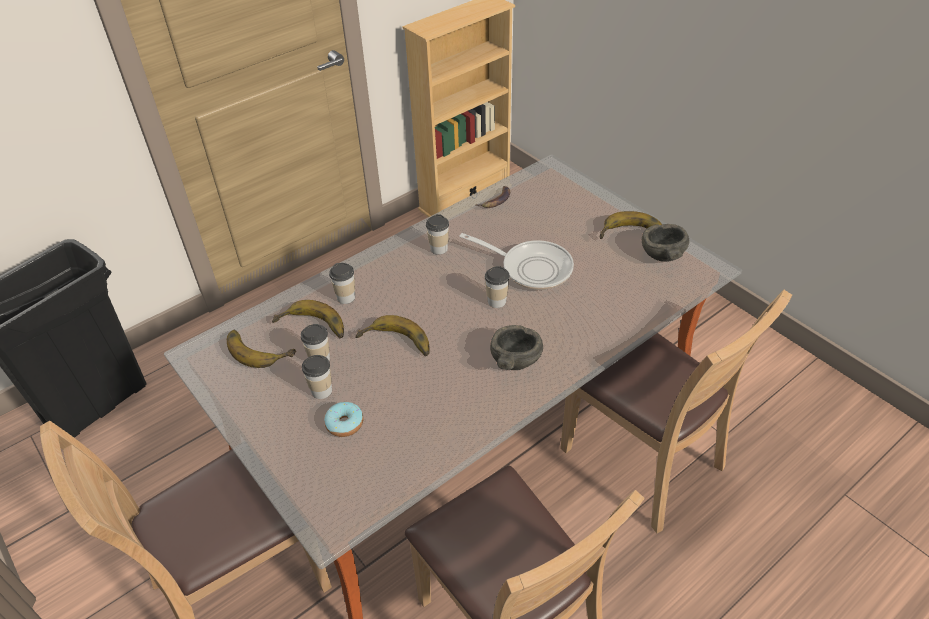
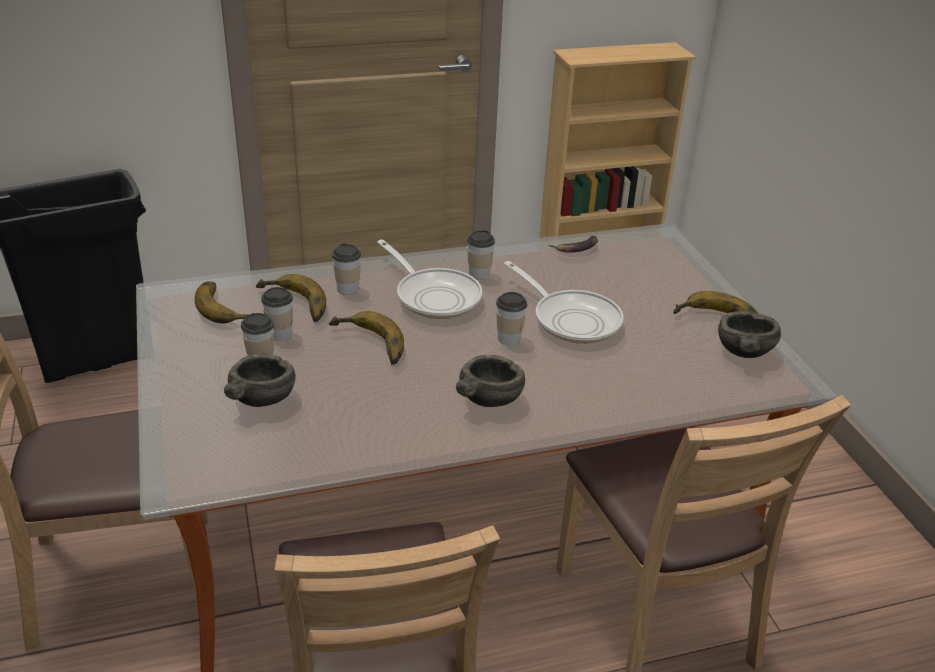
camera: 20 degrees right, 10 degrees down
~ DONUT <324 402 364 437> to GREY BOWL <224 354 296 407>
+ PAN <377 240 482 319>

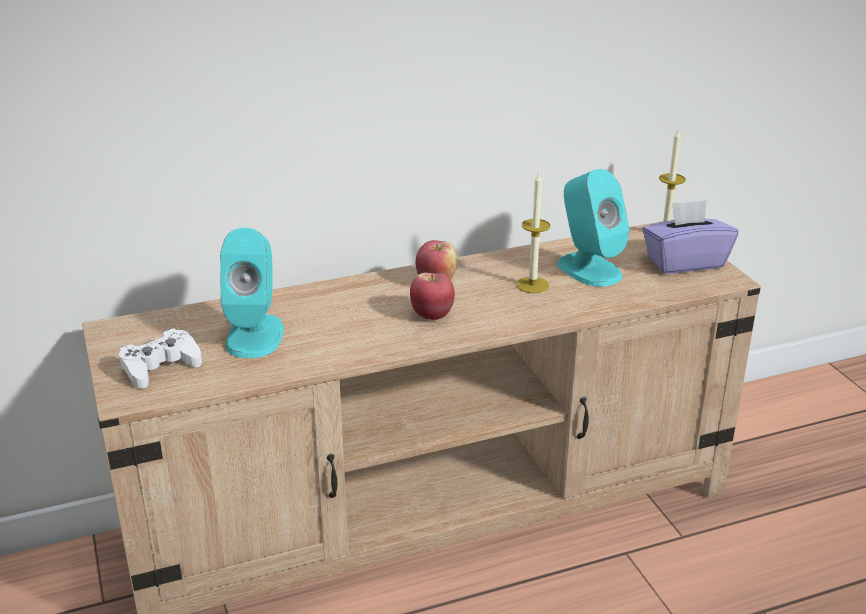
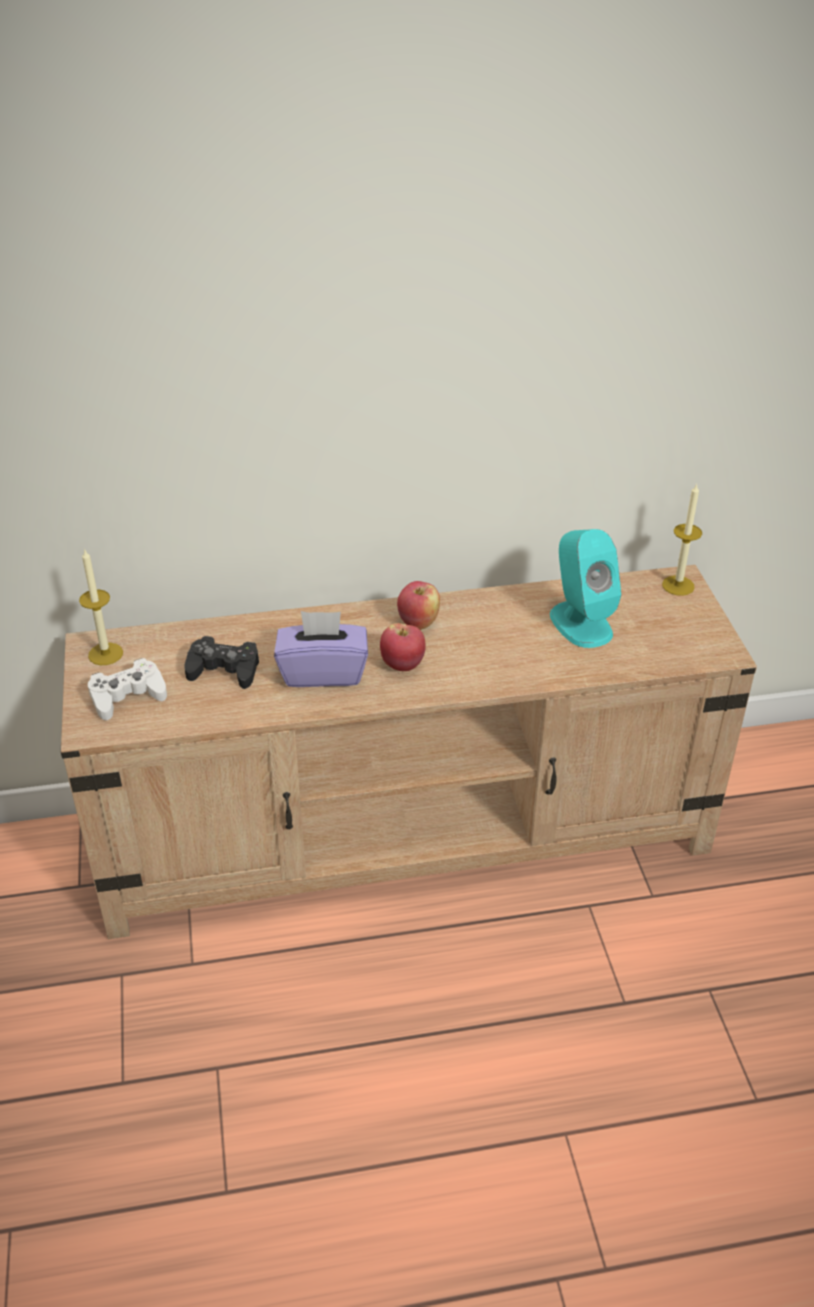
camera: 10 degrees right, 10 degrees up
~ WAX CANDLE <516 173 550 293> to <79 548 123 665>
~ PURPLISH TISSUE BOX <642 200 738 274> to <274 611 368 687>
~ TURQUOISE SPEAKER <220 228 284 358> to BLACKISH GAME CONTROLLER <184 636 259 689>

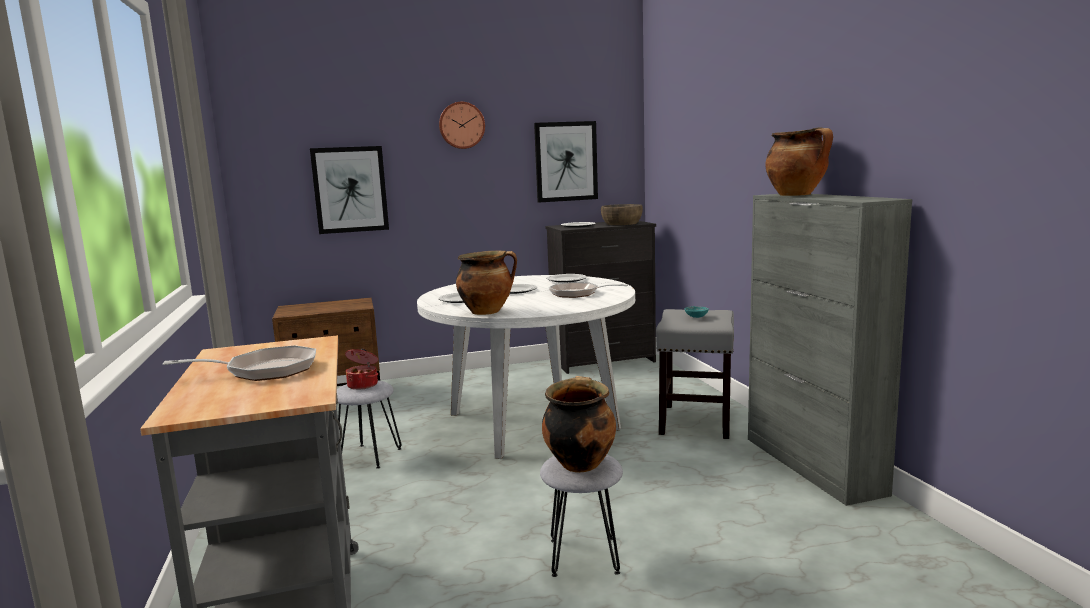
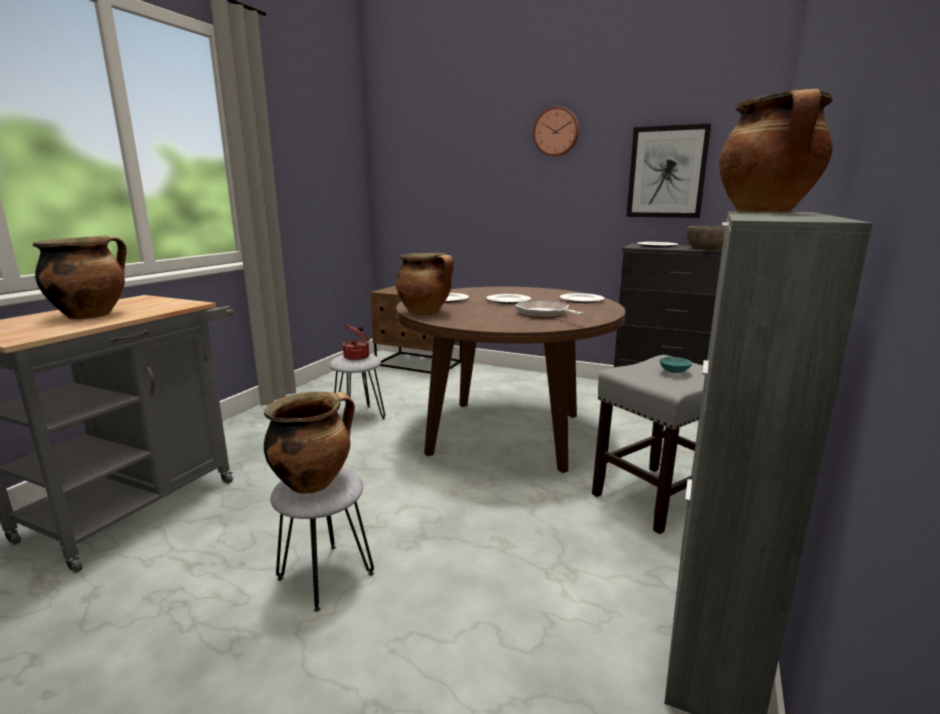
camera: 40 degrees right, 5 degrees up
- WALL ART <310 146 389 234>
~ WHITE DINNER TABLE <417 275 635 459> to BROWNISH DINNER TABLE <396 287 625 473>
~ PAN <163 345 316 381> to STOCKPOT <33 236 127 319>

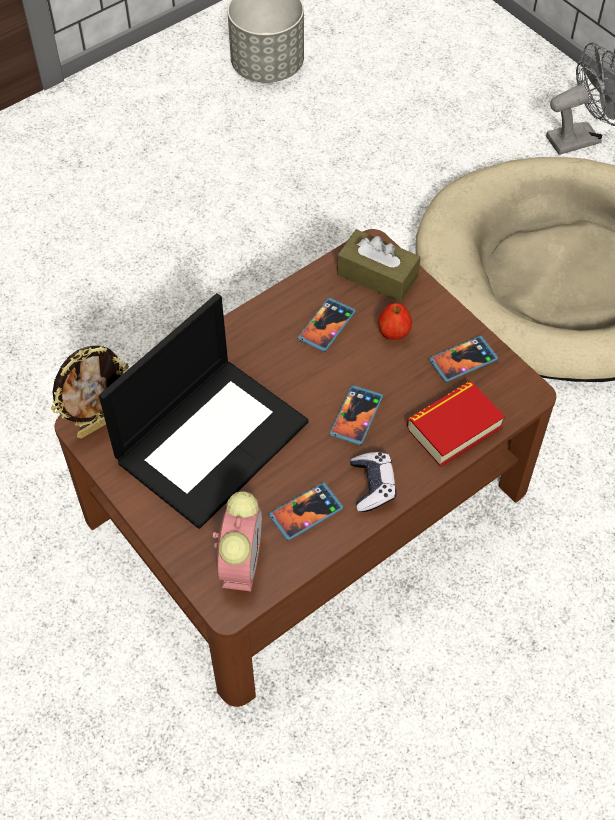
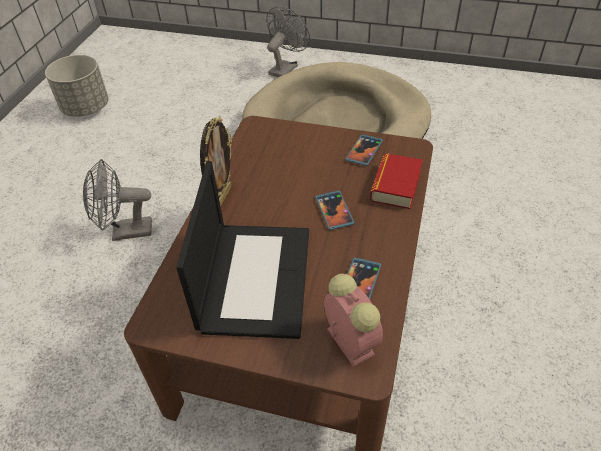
camera: 35 degrees left, 10 degrees down
- BROWNISH TISSUE BOX <337 229 421 302>
- HANDSET <298 298 356 352>
- APPLE FRUIT <378 303 412 340>
~ PICTURE FRAME <51 346 129 438> to <200 116 232 207>
- GAME CONTROLLER <350 452 397 512>
+ GREY FAN <83 159 152 241>

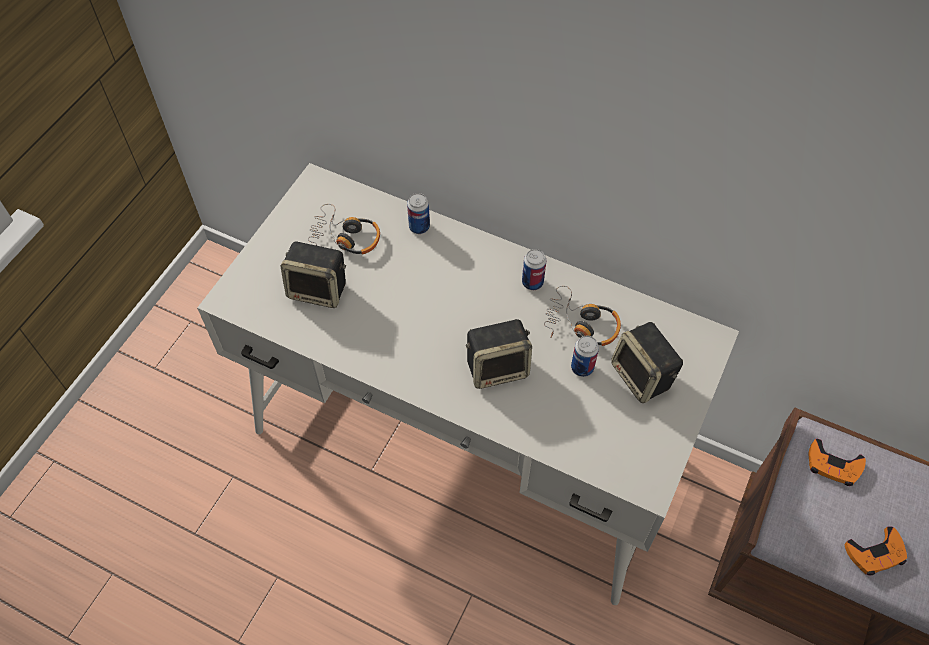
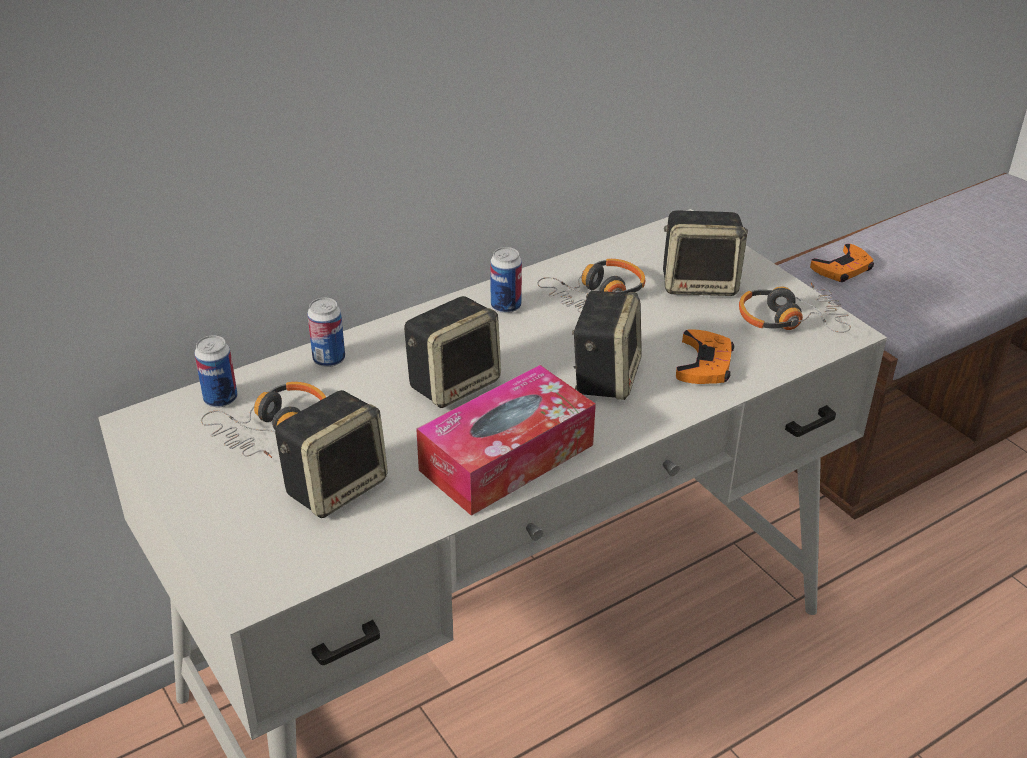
camera: 60 degrees left, 20 degrees down
~ SEALED CAN <571 336 599 377> to <194 335 238 407>
~ ORANGE GAME CONTROLLER <845 526 907 575> to <676 329 734 384>
+ HEADSET <739 282 851 333>
+ SPEAKER <404 296 501 408>
+ TISSUE BOX <416 365 596 516>

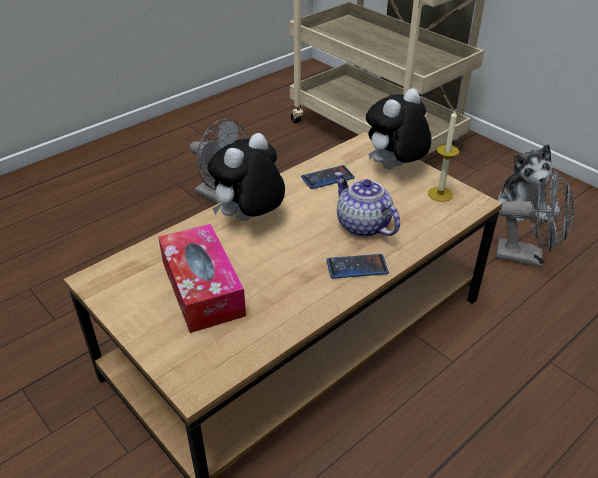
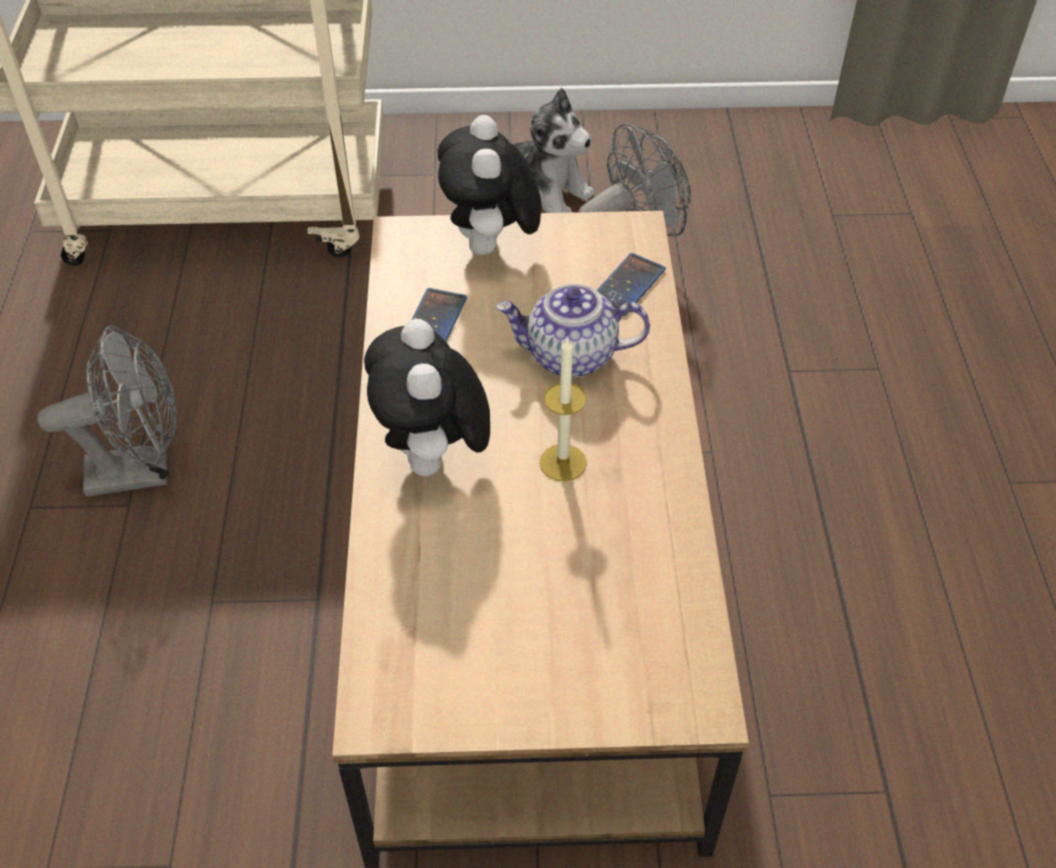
camera: 50 degrees left, 10 degrees up
~ WAX CANDLE <428 110 460 202> to <539 337 587 481>
- TISSUE BOX <158 224 246 333>
~ HANDSET <327 254 389 279> to <597 253 666 316>

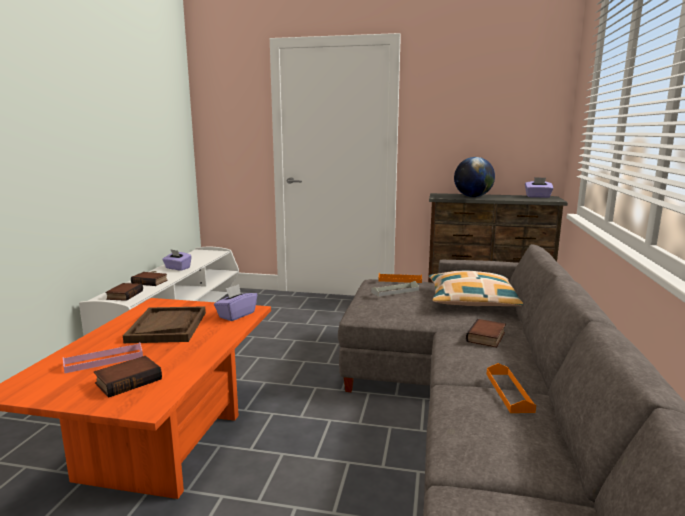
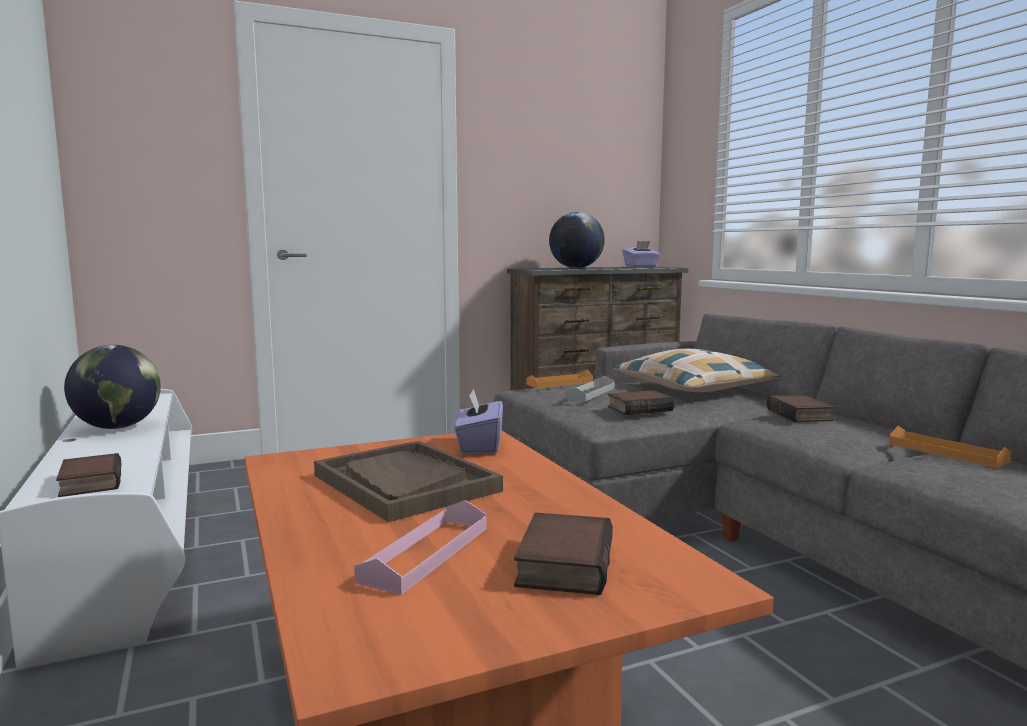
camera: 35 degrees left, 5 degrees down
~ PURPLISH TISSUE BOX <162 249 192 271> to GLOBE <64 345 161 429>
~ BOUND BOOK <131 272 168 286> to <607 390 674 415>

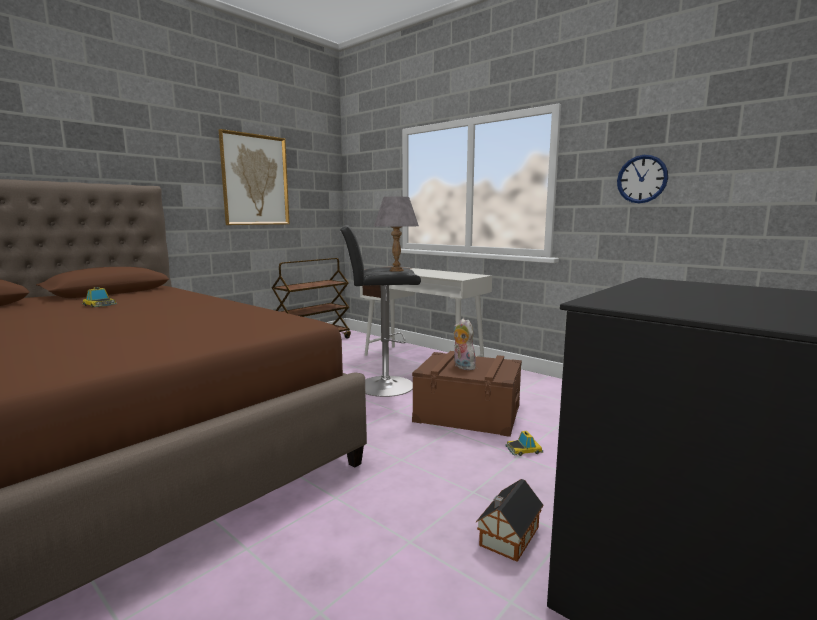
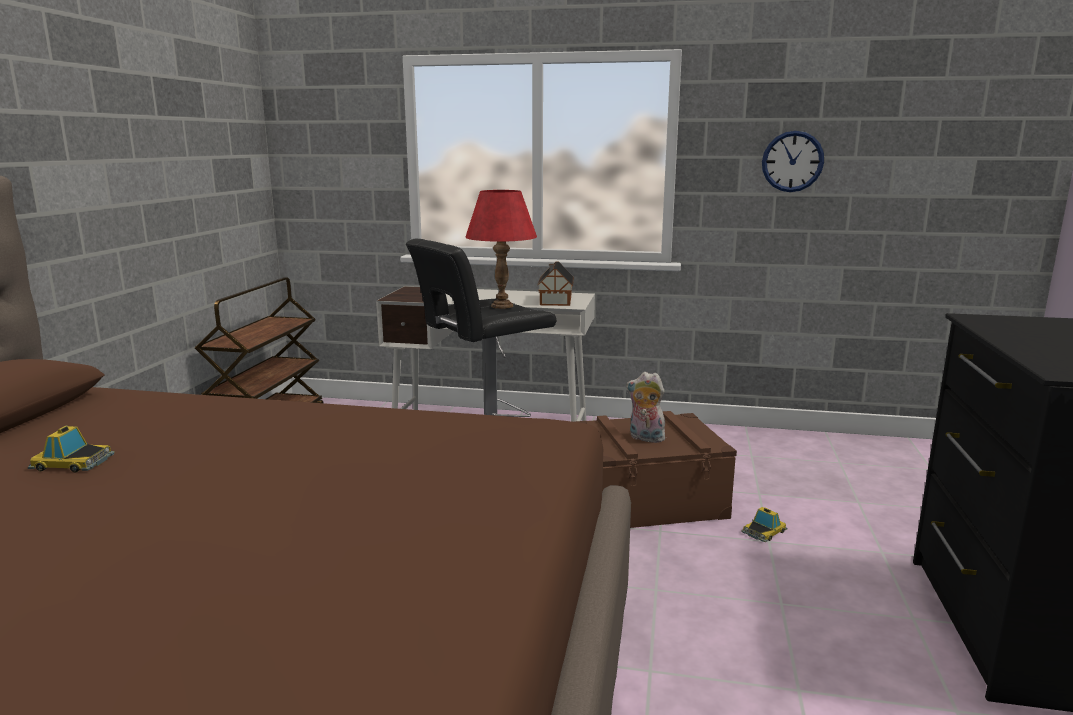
camera: 30 degrees left, 5 degrees up
- WALL ART <219 129 290 225>
~ GREY TABLE LAMP <374 197 419 272> to RED-COLOURED TABLE LAMP <466 190 537 309>
~ MINIATURE HOUSE <476 479 544 562> to <537 261 574 306>

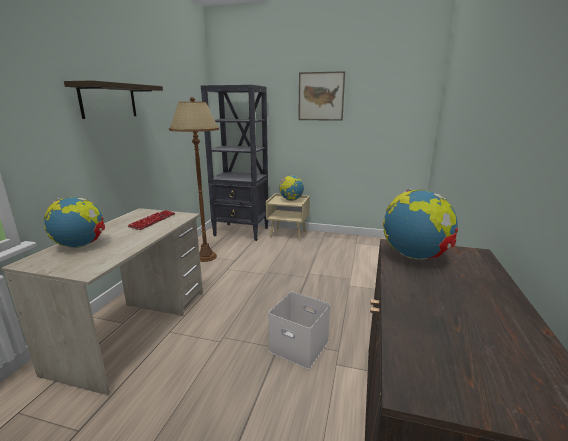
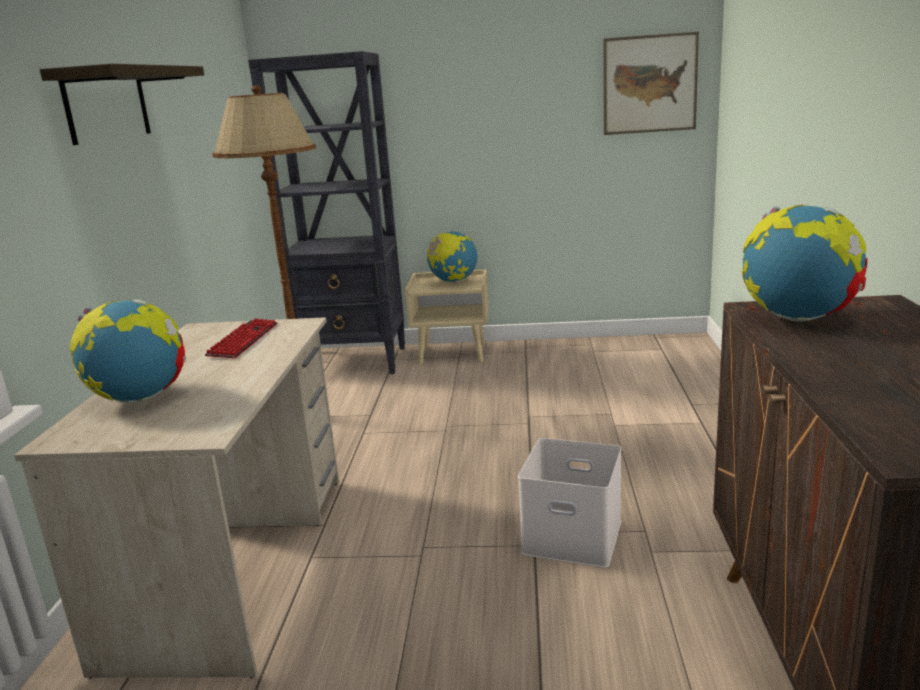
camera: 10 degrees left, 0 degrees up
~ WALL ART <298 71 345 121> to <603 32 699 135>

